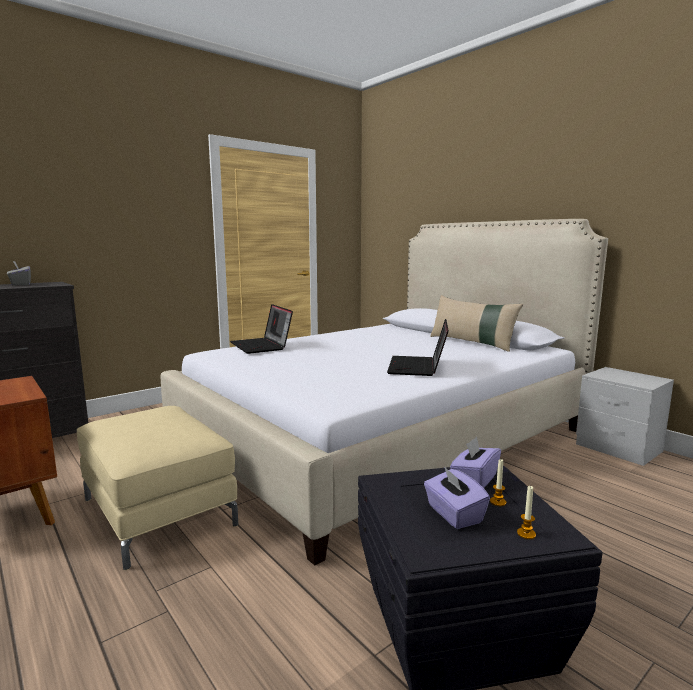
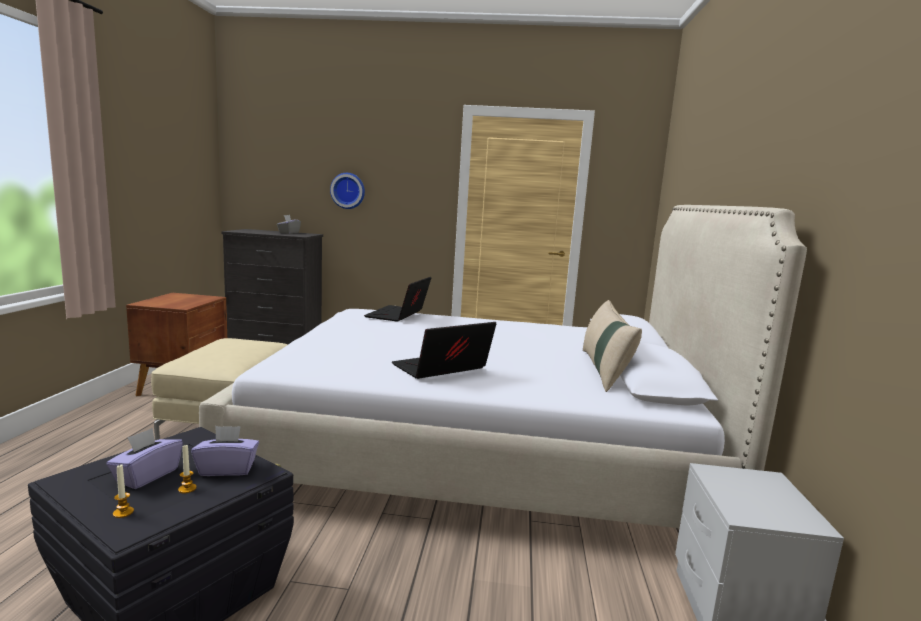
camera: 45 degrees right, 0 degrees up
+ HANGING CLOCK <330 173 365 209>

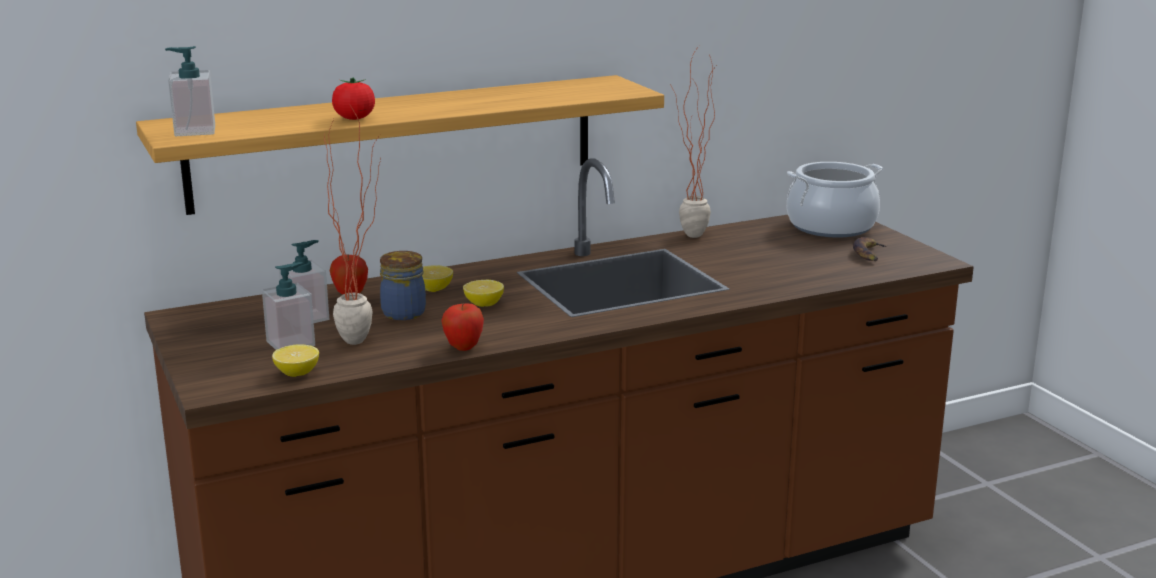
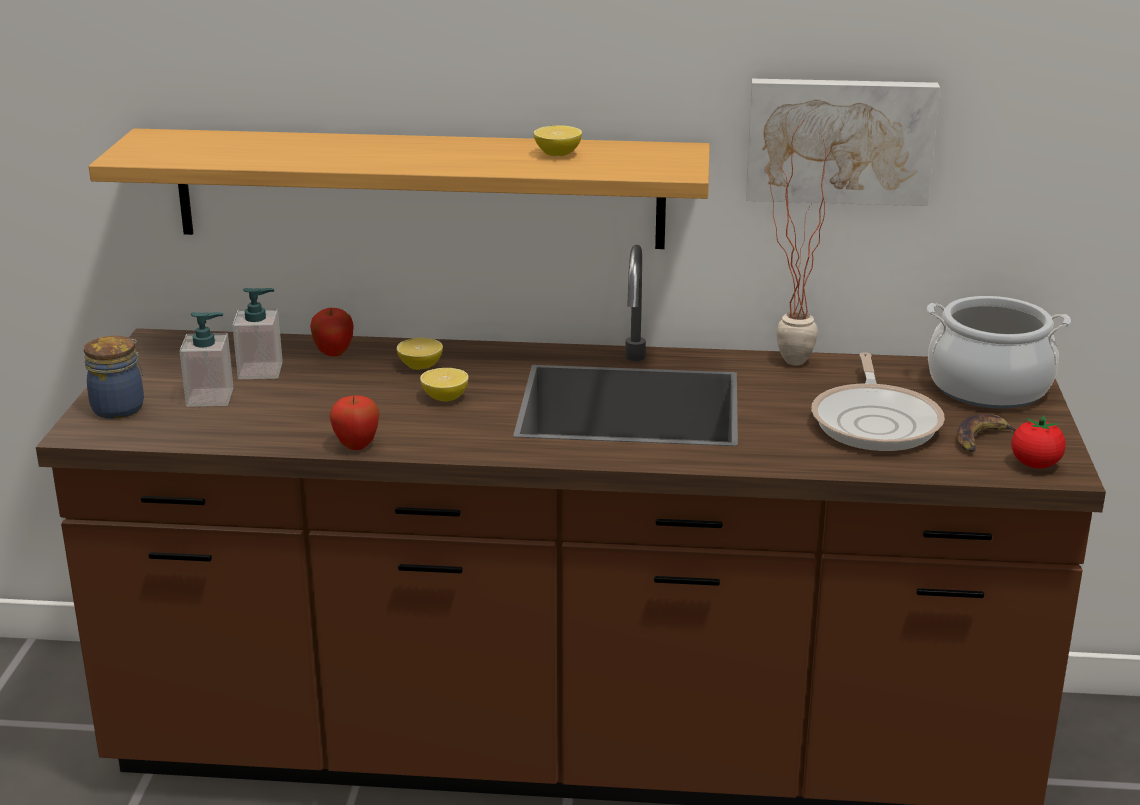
camera: 30 degrees right, 5 degrees up
- SOAP BOTTLE <165 46 215 136>
~ WHOLE TOMATO <332 77 375 120> to <1011 415 1066 468>
- POTTED PLANT <324 105 381 345>
~ PRESERVE JAR <380 251 426 320> to <84 335 144 419>
~ WHOLE LEMON <272 345 319 377> to <534 125 582 156>
+ WALL ART <746 79 940 206>
+ PAN <811 352 945 451>

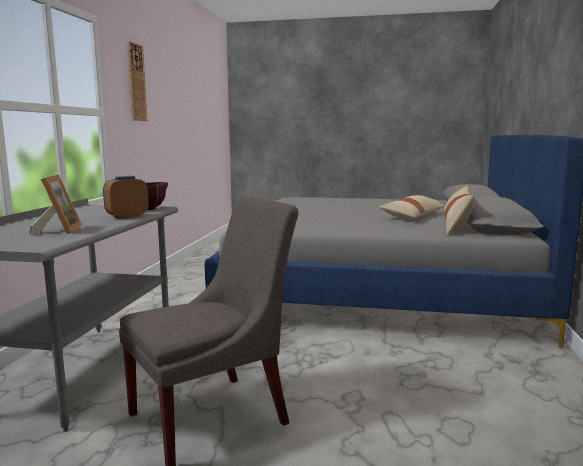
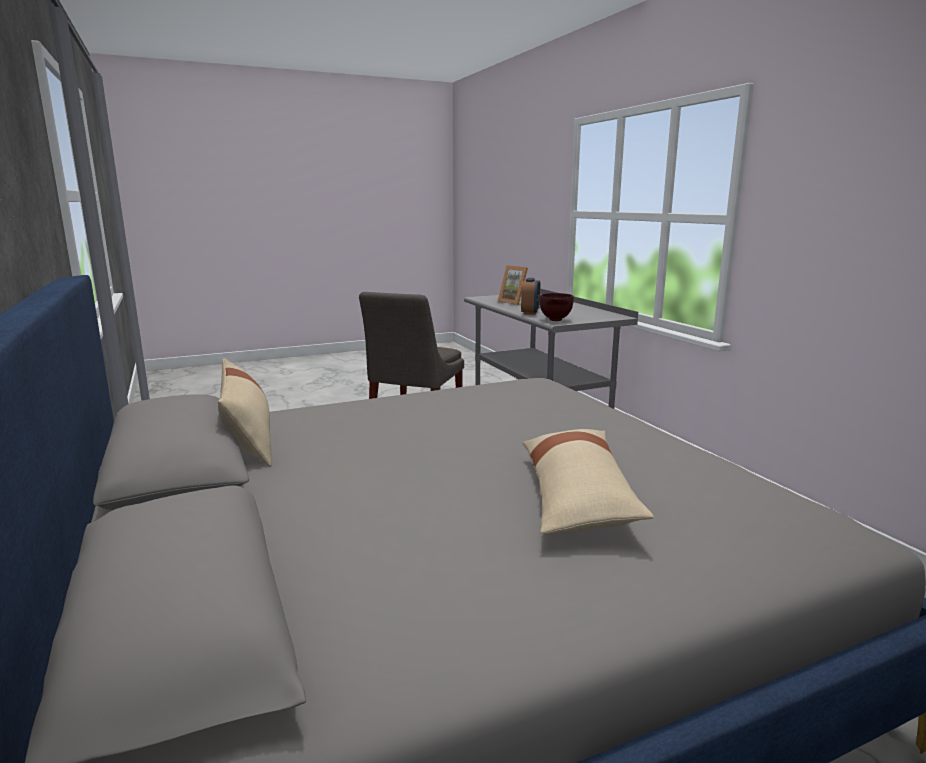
camera: 145 degrees right, 5 degrees up
- HANGING CLOCK <127 41 148 121>
~ SAND-COLOURED THROW PILLOW <379 195 445 219> to <523 429 654 534>

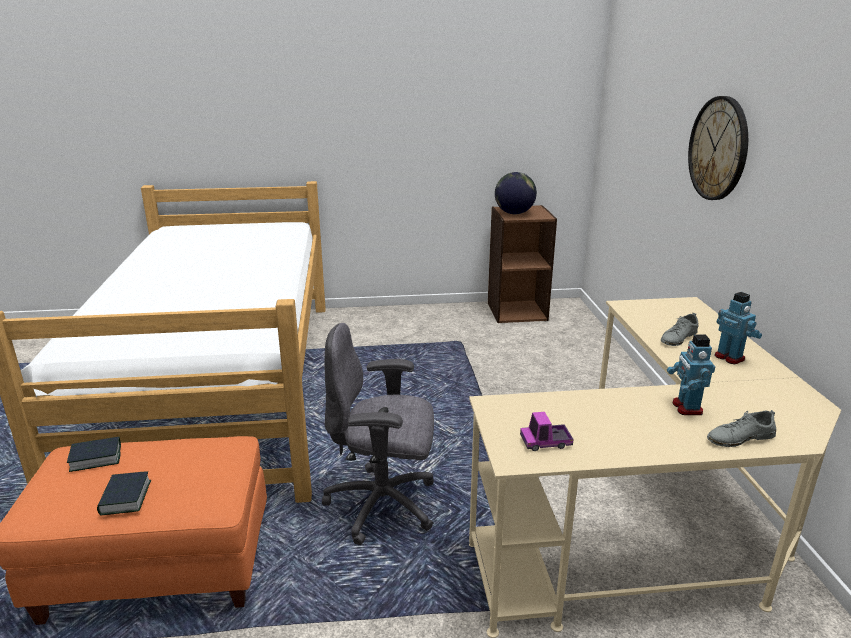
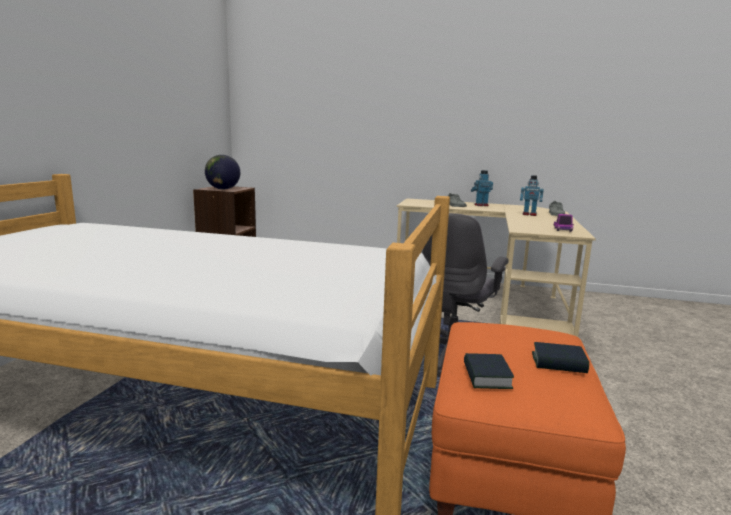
camera: 70 degrees left, 10 degrees down
- HANGING CLOCK <688 96 748 200>

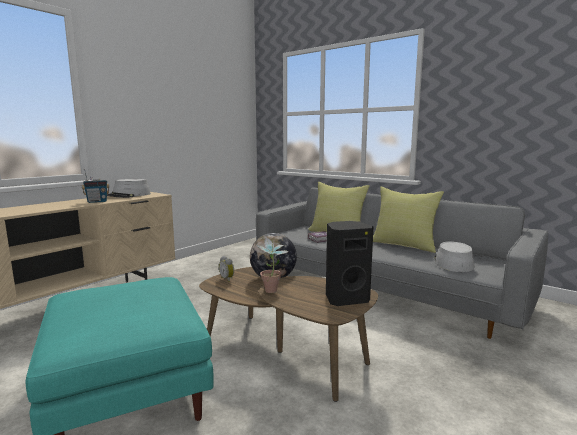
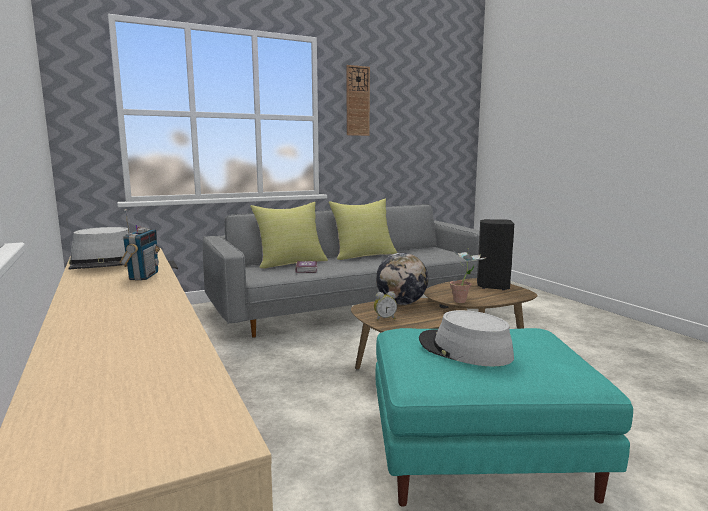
camera: 65 degrees left, 0 degrees up
~ GREY CLOTHING HAT <434 242 474 272> to <419 310 514 366>
+ HANGING CLOCK <347 65 370 136>

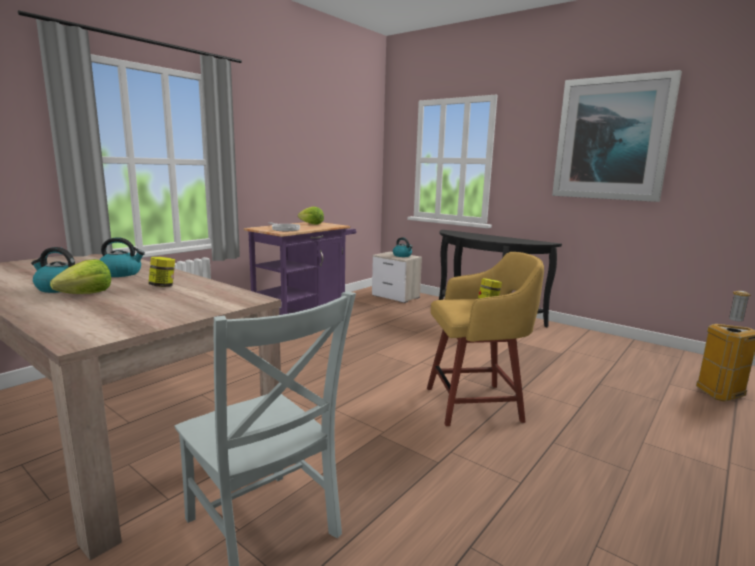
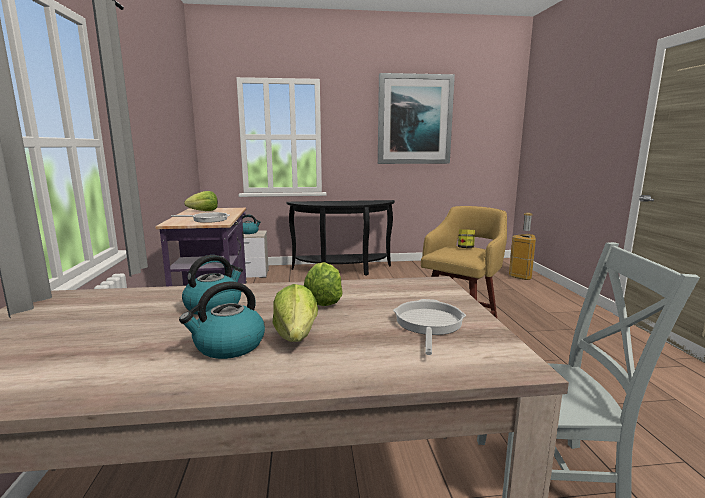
camera: 45 degrees left, 0 degrees up
~ PRESERVE JAR <148 257 175 287> to LETTUCE <304 262 342 306>
+ PAN <393 299 466 355>

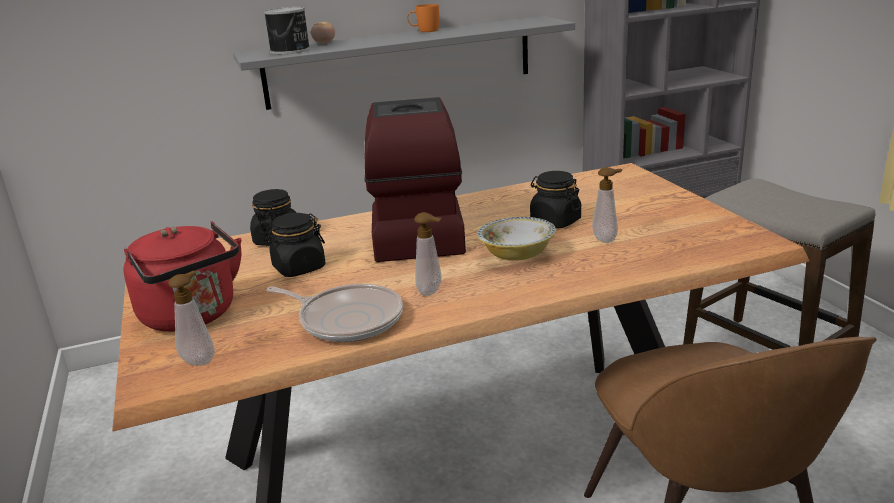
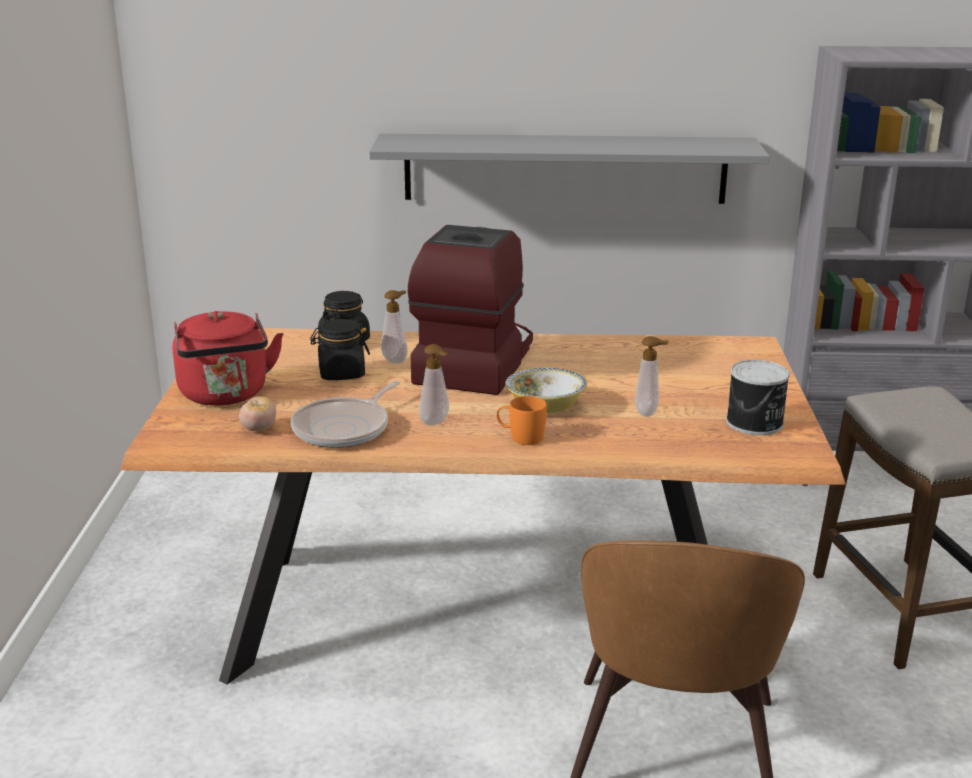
camera: 20 degrees right, 0 degrees up
~ ORANGE TEA MUG <407 4 439 32> to <497 396 547 445>
~ SEALED CAN <264 7 310 54> to <726 360 790 435>
~ WHOLE TOMATO <311 21 335 44> to <239 397 276 431>
- BLACKISH PRESERVE JAR <530 171 581 228>
~ SOAP BOTTLE <168 271 215 366> to <381 290 408 364>
~ PAN <266 284 403 342> = <291 381 400 448> 75 degrees clockwise

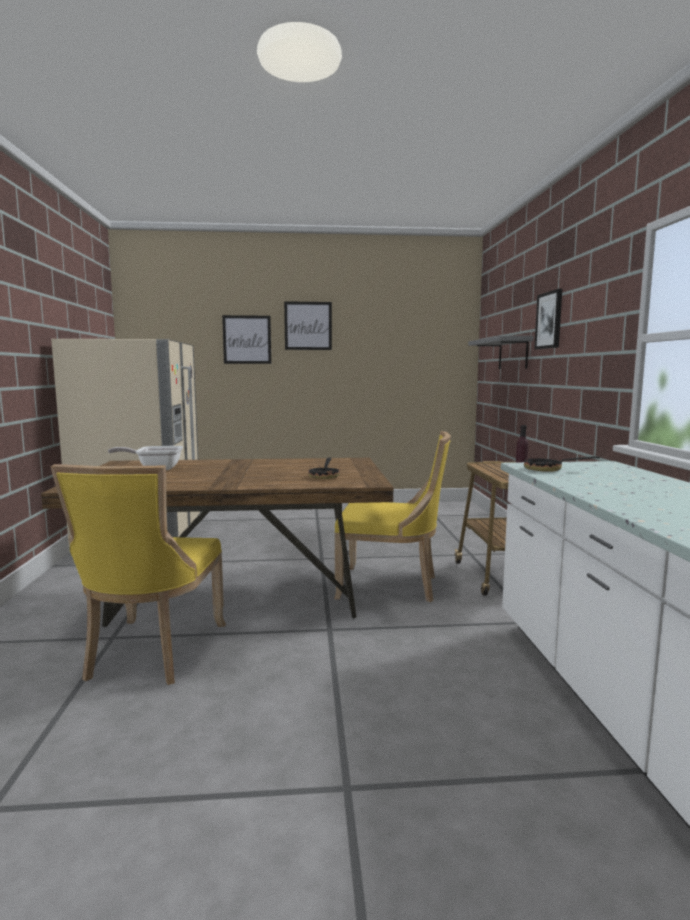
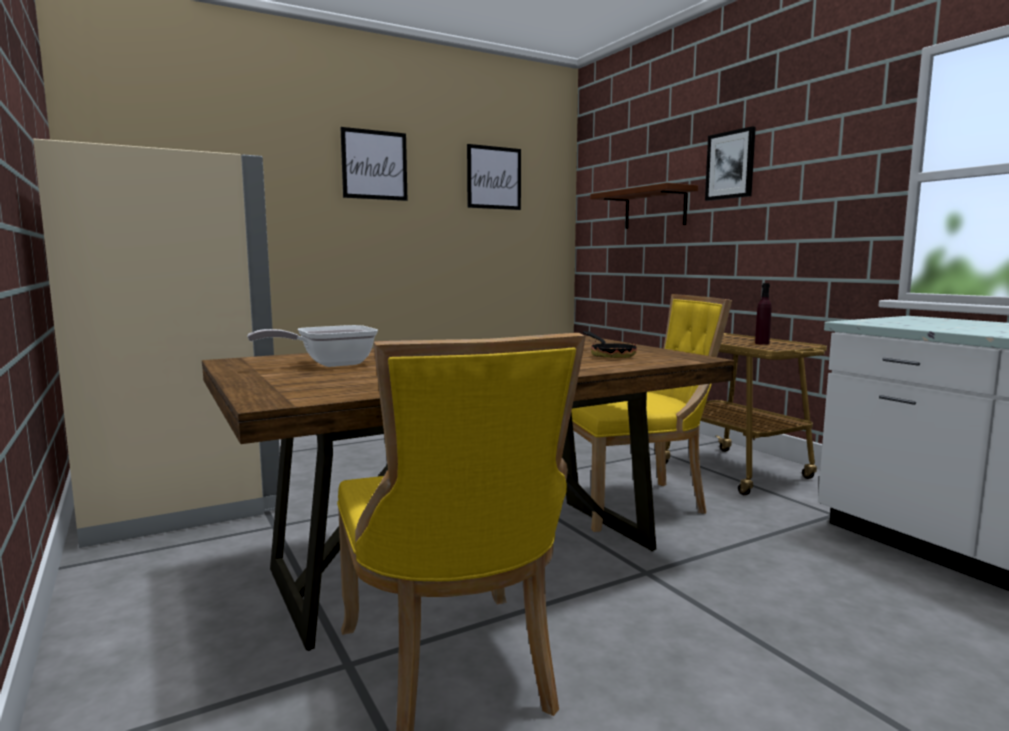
camera: 25 degrees left, 0 degrees up
~ WALL ART <222 315 271 364> to <467 144 521 210>
~ GREY WALL SHELF <468 336 534 369> to BROWNISH WALL SHELF <590 183 698 229>
- PAN <524 455 600 472>

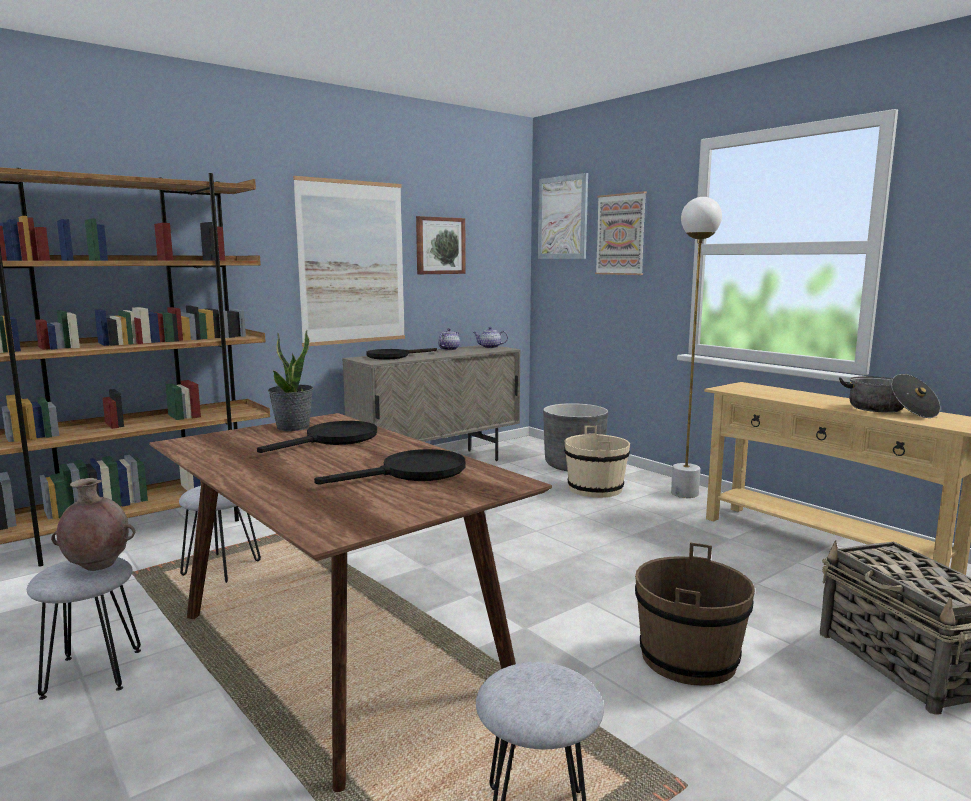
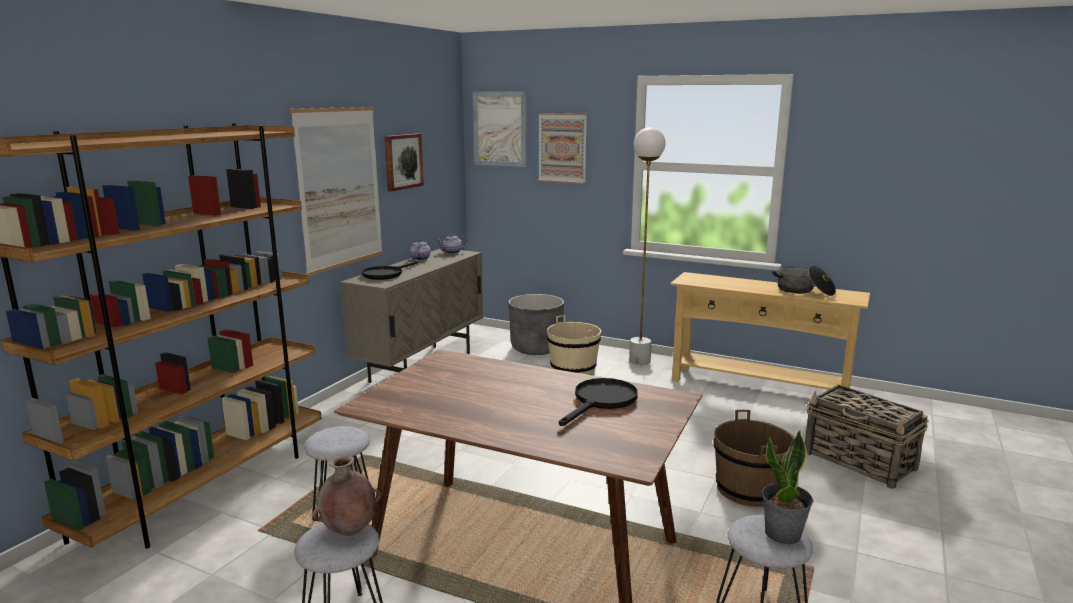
camera: 25 degrees left, 5 degrees up
~ POTTED PLANT <268 330 313 431> to <762 430 814 544>
- BLACKISH PAN <257 421 377 453>

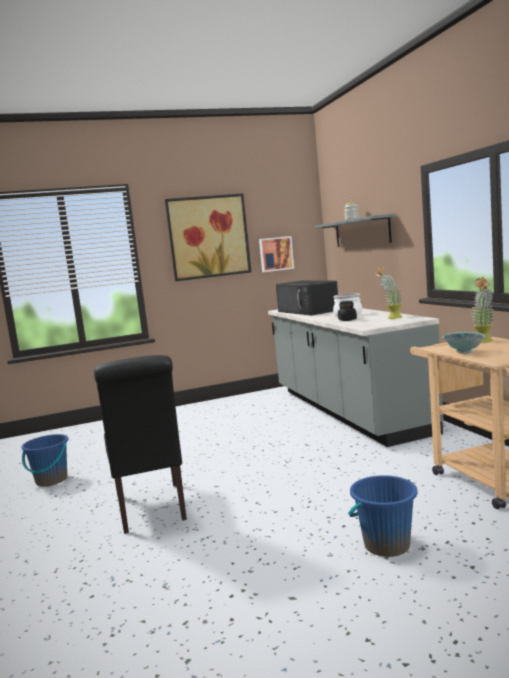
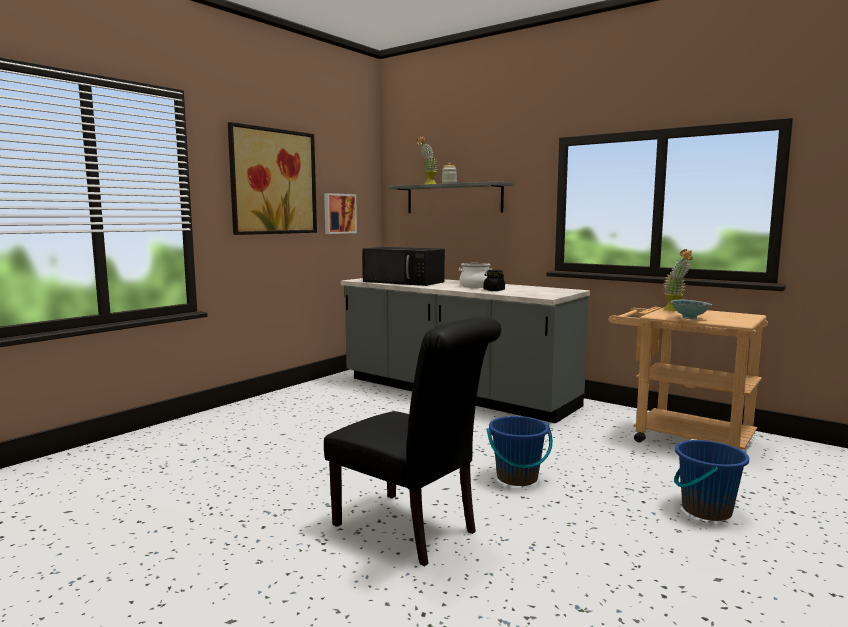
camera: 35 degrees left, 0 degrees up
~ POTTED PLANT <375 267 403 319> to <417 137 438 184>
~ BLUE WATER BUCKET <22 434 68 487> to <486 416 553 486>

